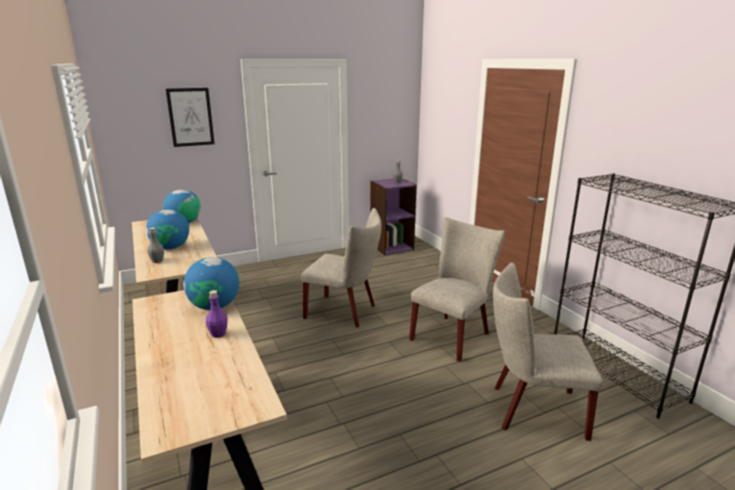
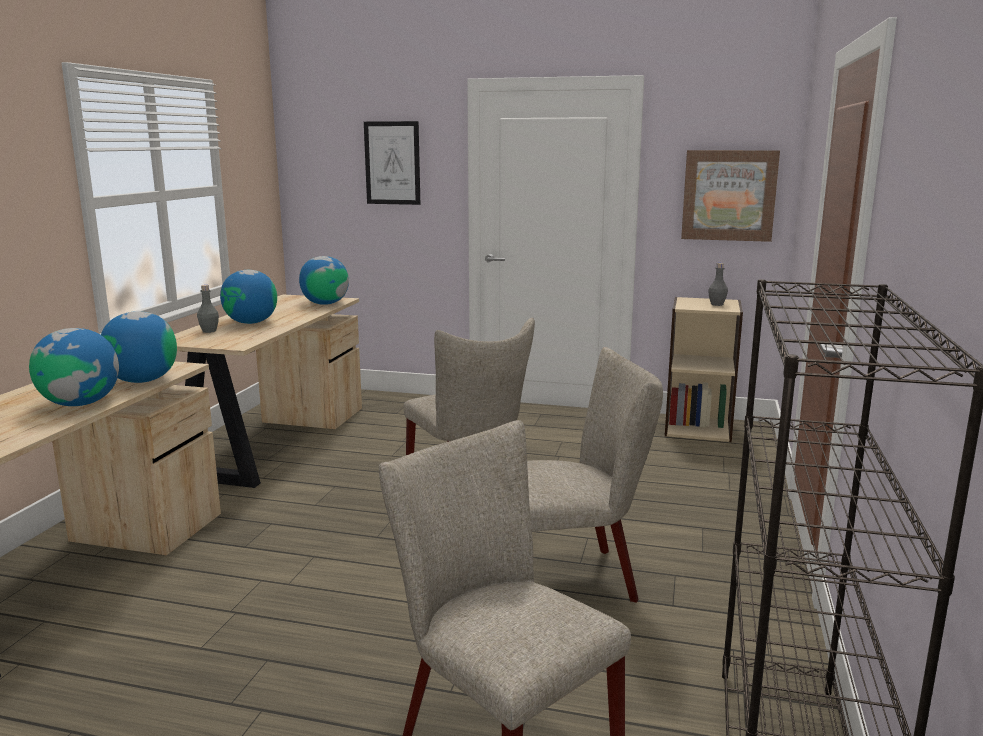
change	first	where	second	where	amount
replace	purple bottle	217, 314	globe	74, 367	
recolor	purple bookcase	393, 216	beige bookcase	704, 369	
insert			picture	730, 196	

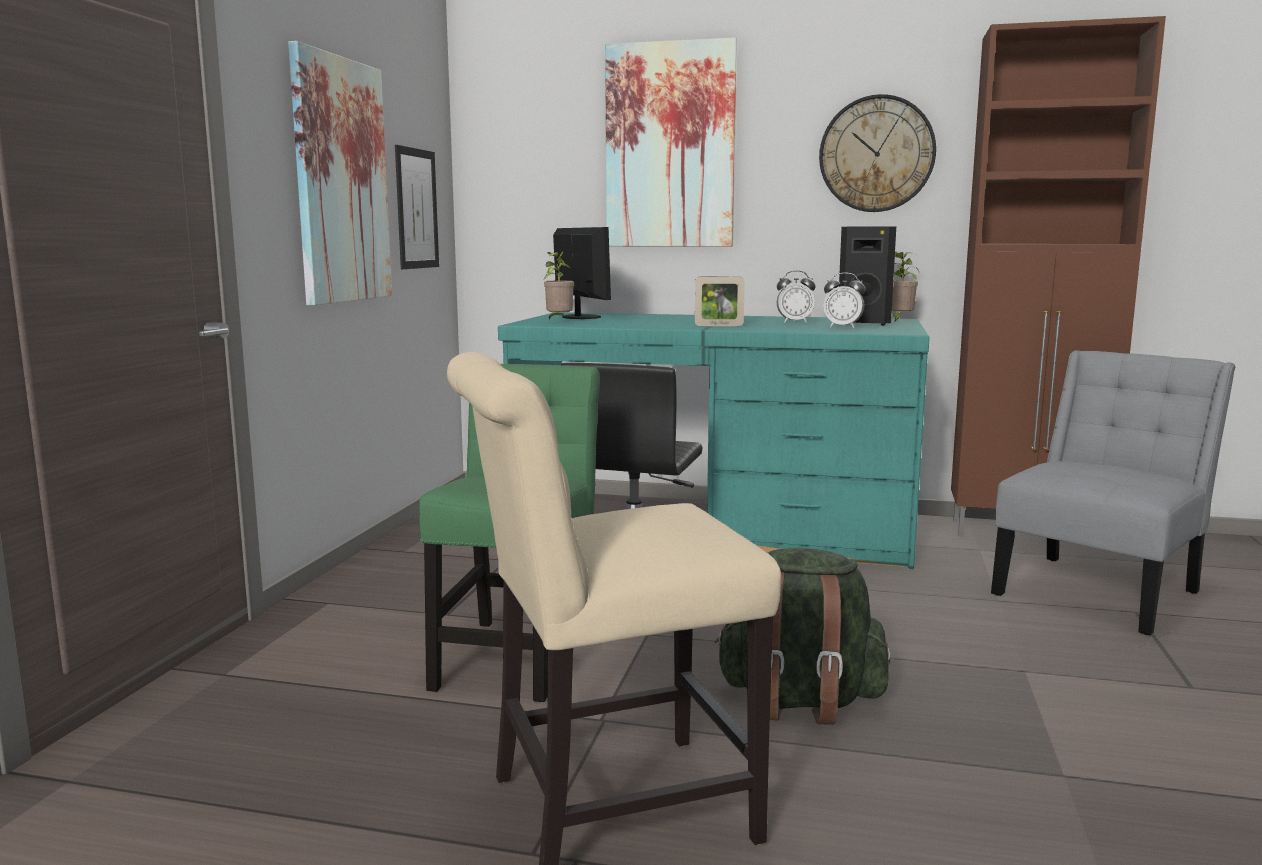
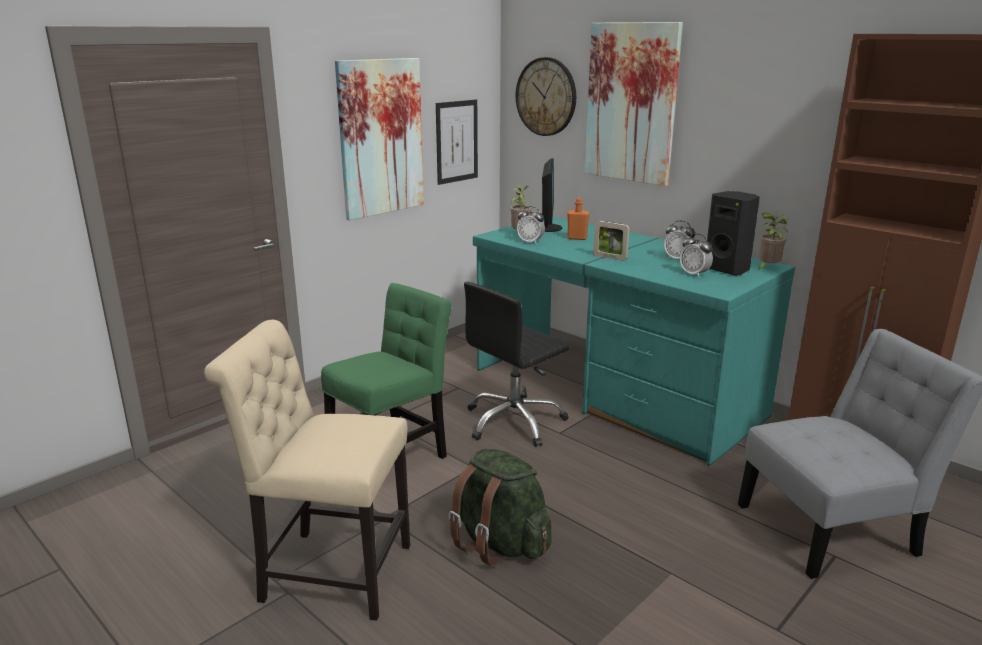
change	first	where	second	where	amount
move	wall clock	877, 153		546, 96	
insert			alarm clock	531, 225	
insert			orange bottle	578, 219	

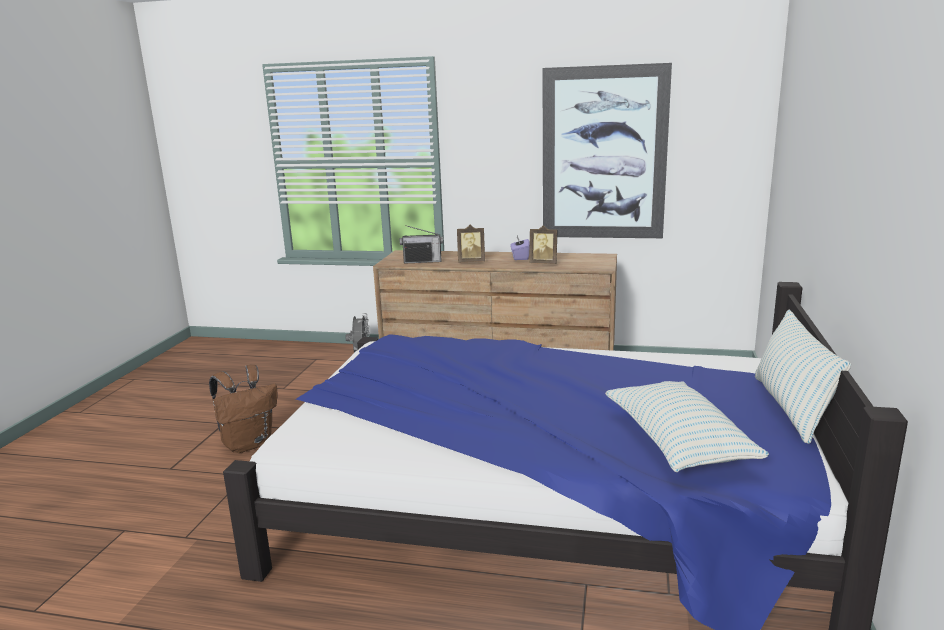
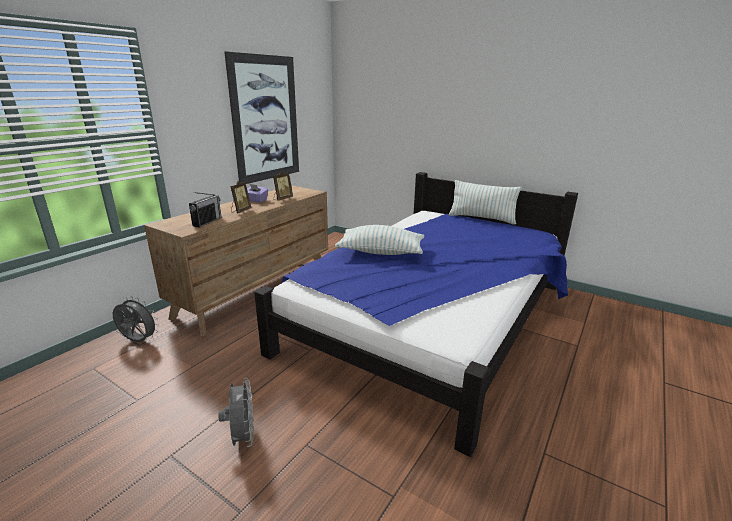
change	first	where	second	where	amount
replace	brown backpack	243, 409	grey fan	236, 412	
move	pillow	687, 426		379, 240	

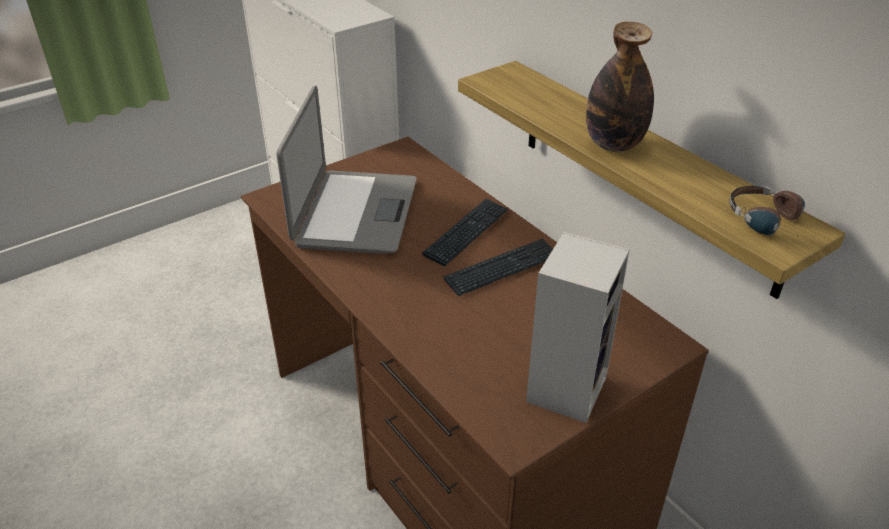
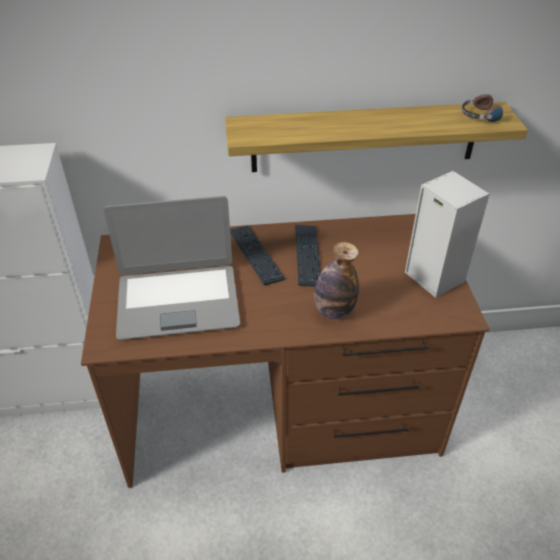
change	first	where	second	where	amount
rotate	laptop	346, 170		172, 268	135 degrees clockwise
move	bottle	620, 87		336, 280	

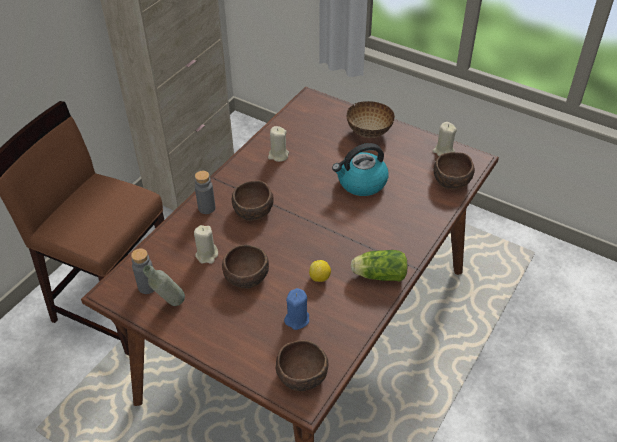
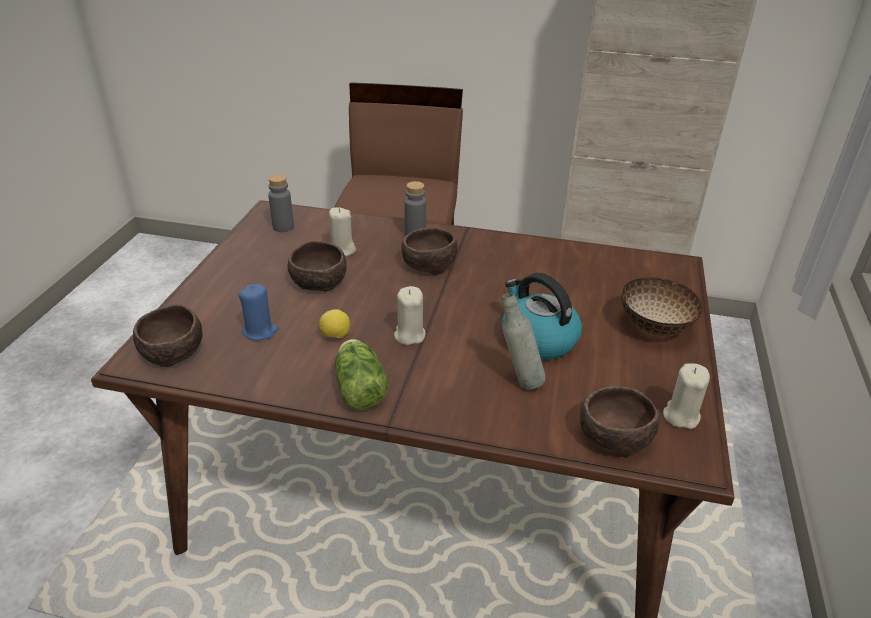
change	first	where	second	where	amount
move	grey bottle	164, 285		523, 341	
move	beige candle	278, 144		410, 315	

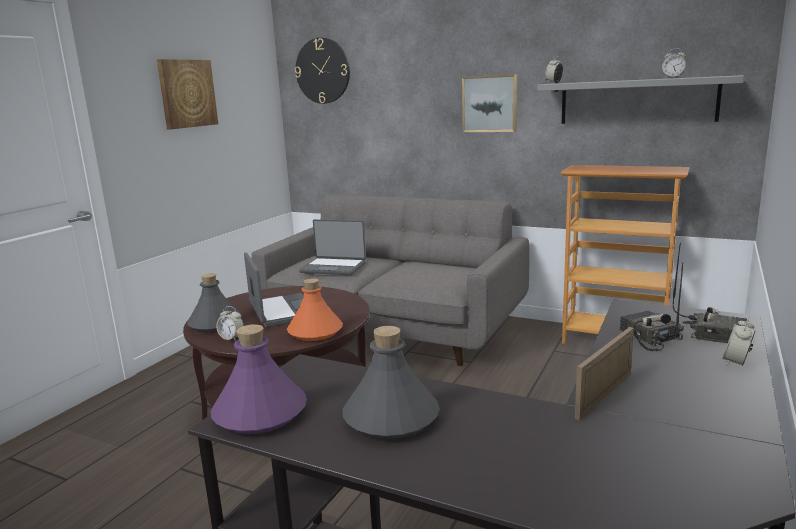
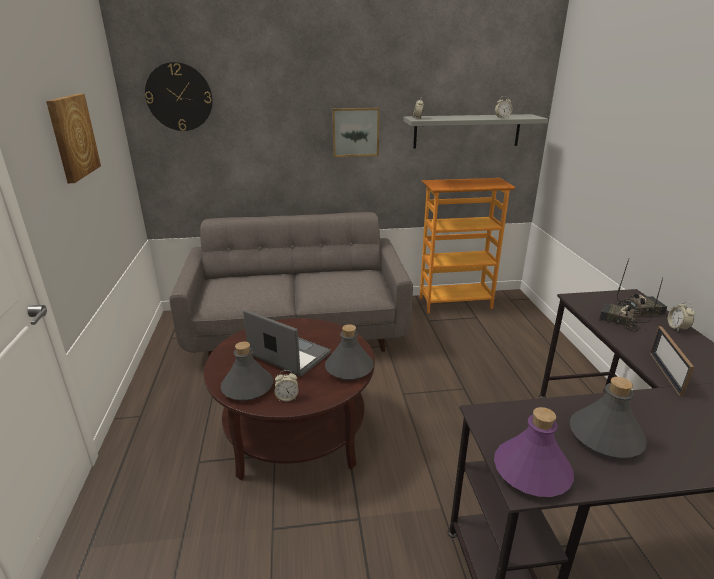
change	first	where	second	where	amount
recolor	orange bottle	315, 309	grey bottle	349, 352	
delete	laptop	332, 247			

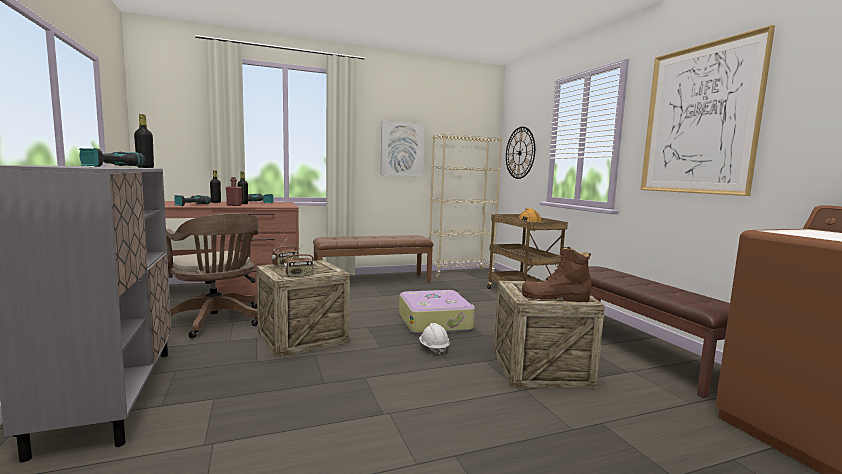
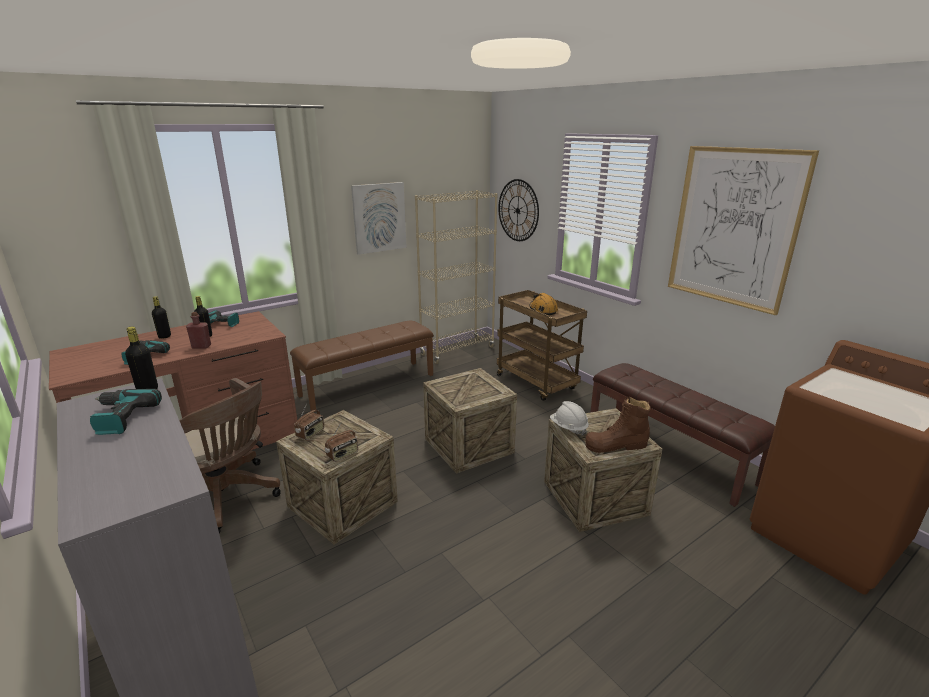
change	first	where	second	where	amount
replace	suitcase	437, 312	crate	470, 421	
move	white hard hat	434, 339		569, 418	

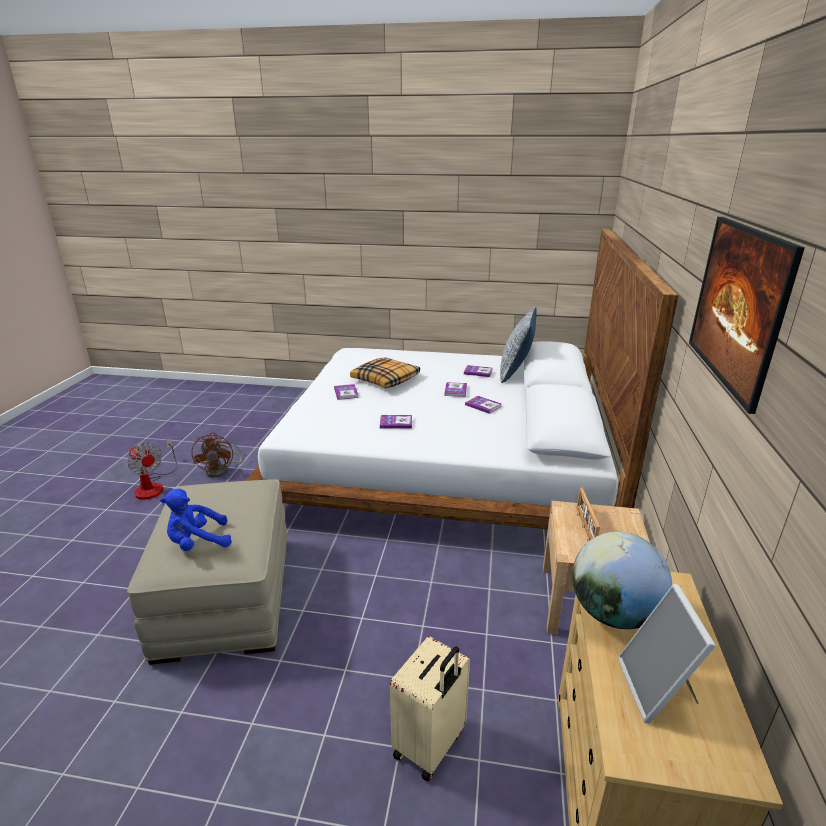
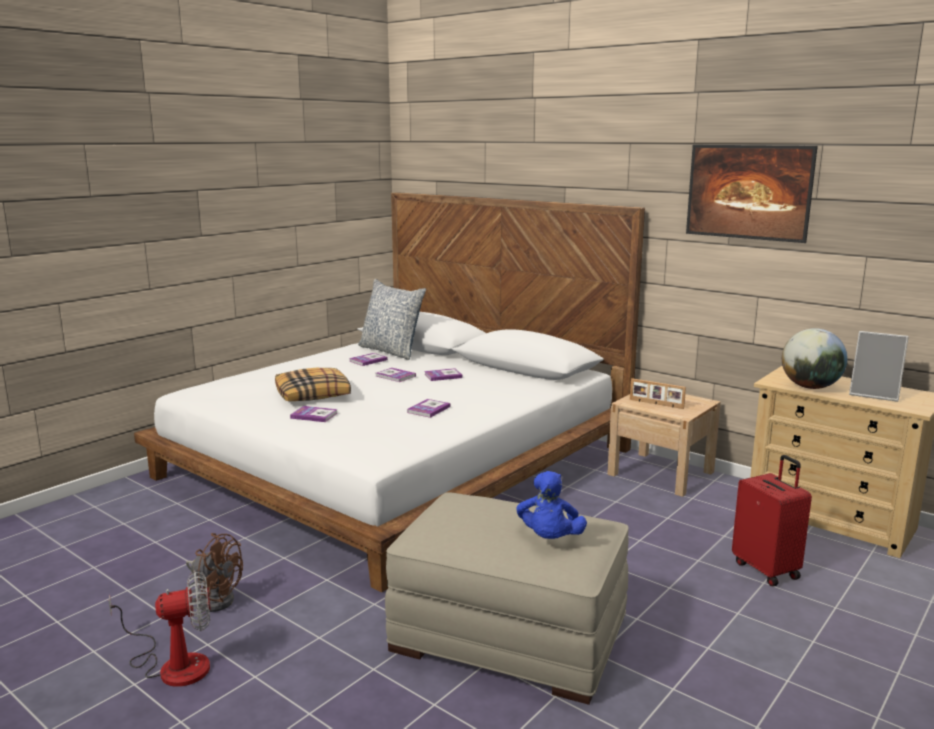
change	first	where	second	where	amount
recolor	beige suitcase	430, 708	red suitcase	772, 520	

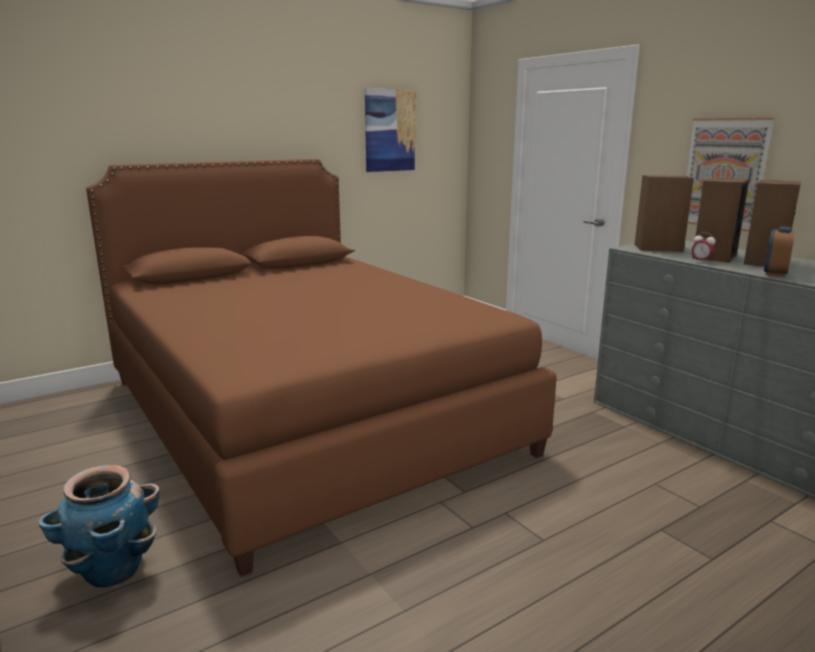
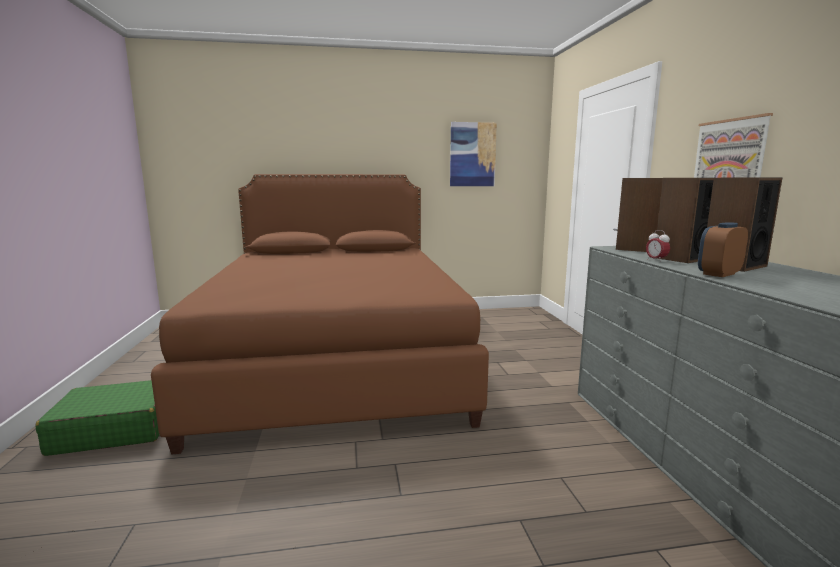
change	first	where	second	where	amount
replace	planter	99, 526	green suitcase	97, 418	

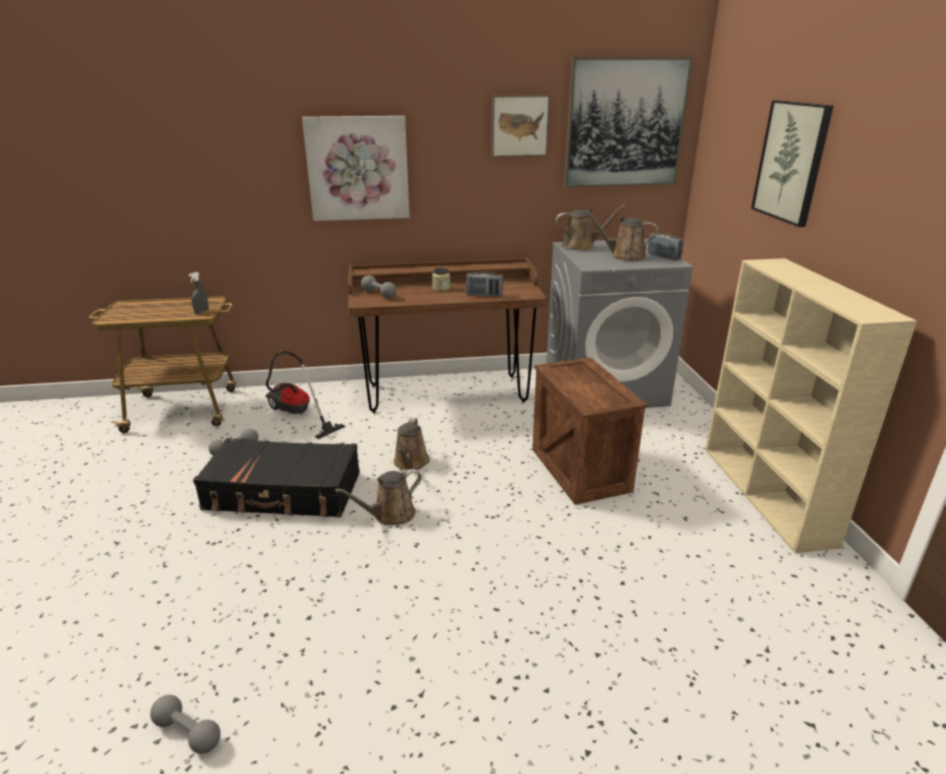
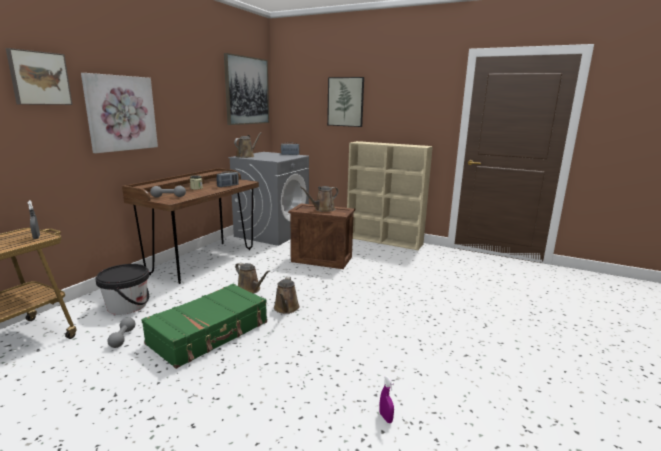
change	first	where	second	where	amount
replace	grey dumbbell	185, 724	purple spray bottle	386, 399	
recolor	black suitcase	276, 478	green suitcase	204, 326	
replace	vacuum cleaner	305, 395	black bucket	122, 289	
move	picture	520, 126		39, 76	
move	brown watering can	621, 235		319, 199	

